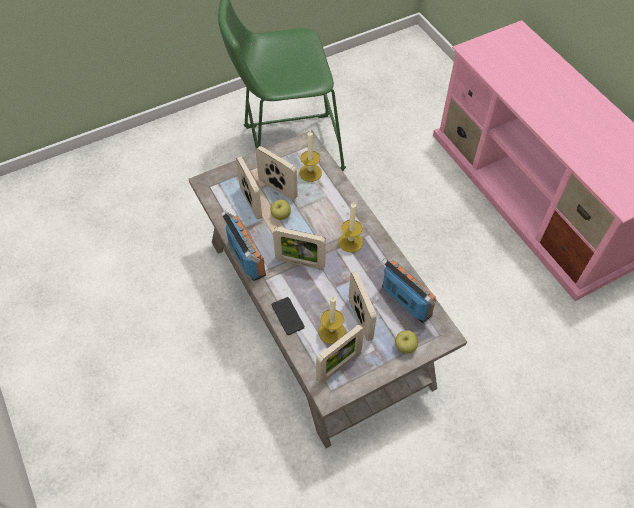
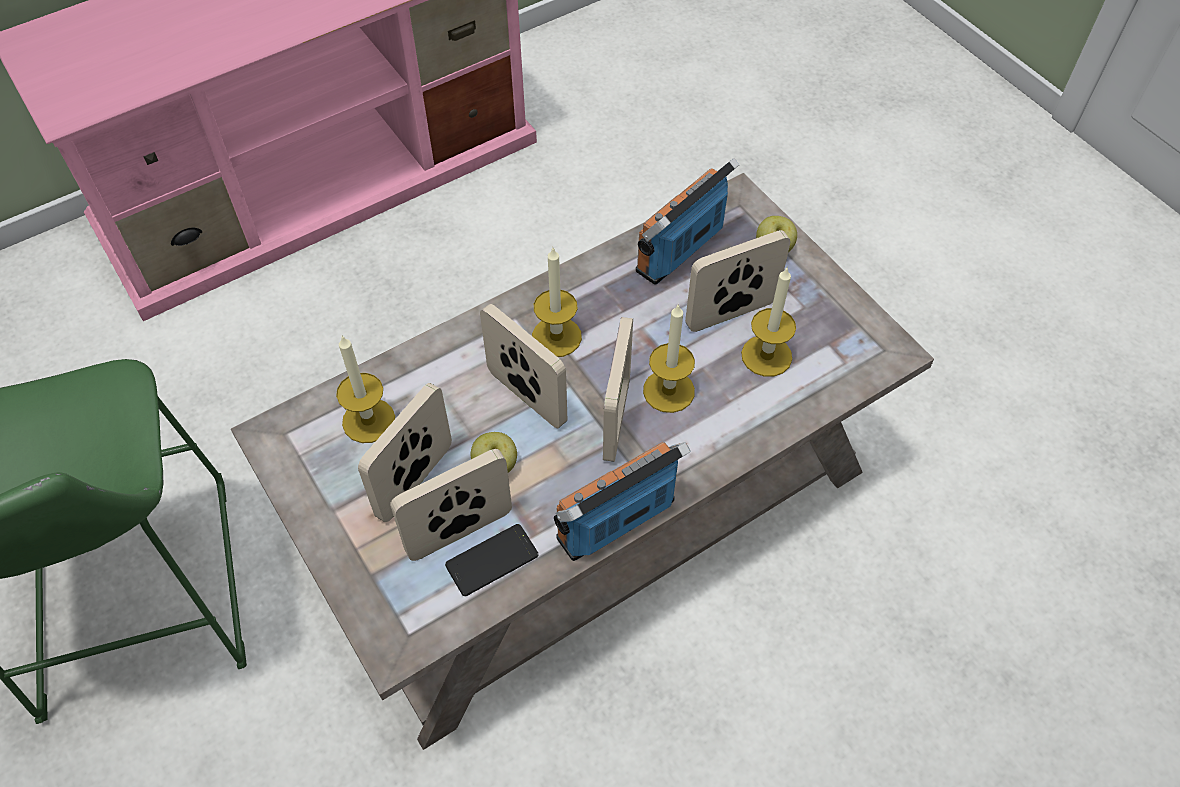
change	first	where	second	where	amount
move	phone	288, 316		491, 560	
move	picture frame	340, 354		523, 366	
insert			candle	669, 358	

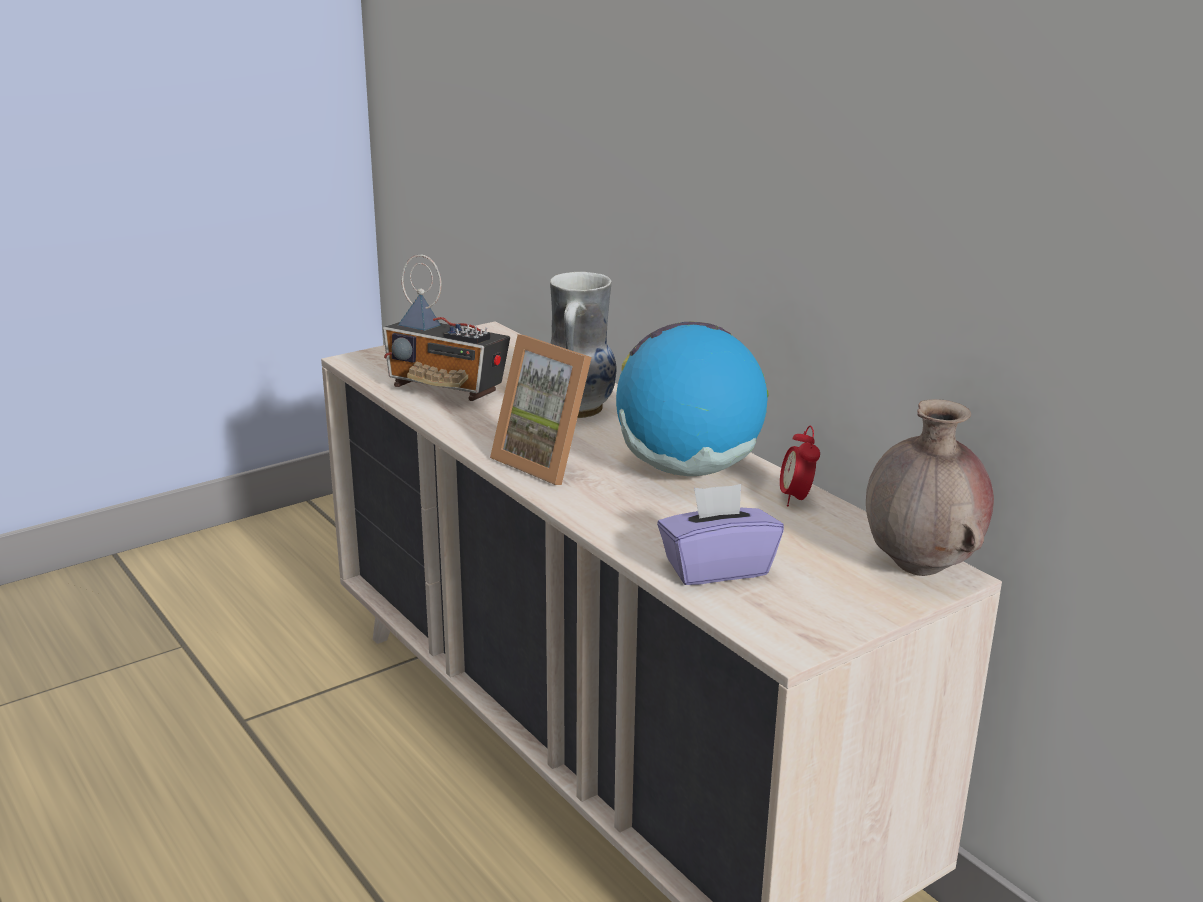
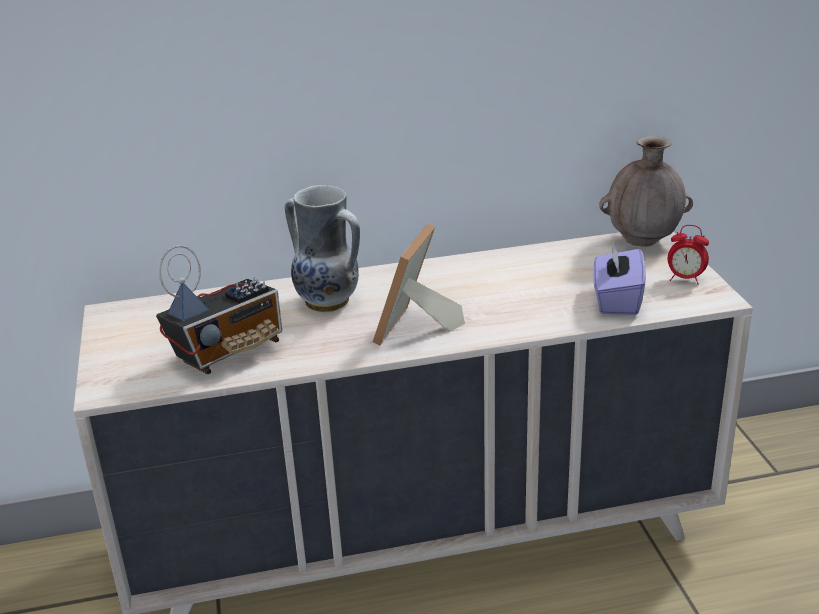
change	first	where	second	where	amount
rotate	picture frame	541, 409		419, 284	135 degrees clockwise
delete	globe	692, 398			
move	alarm clock	800, 466		688, 255	

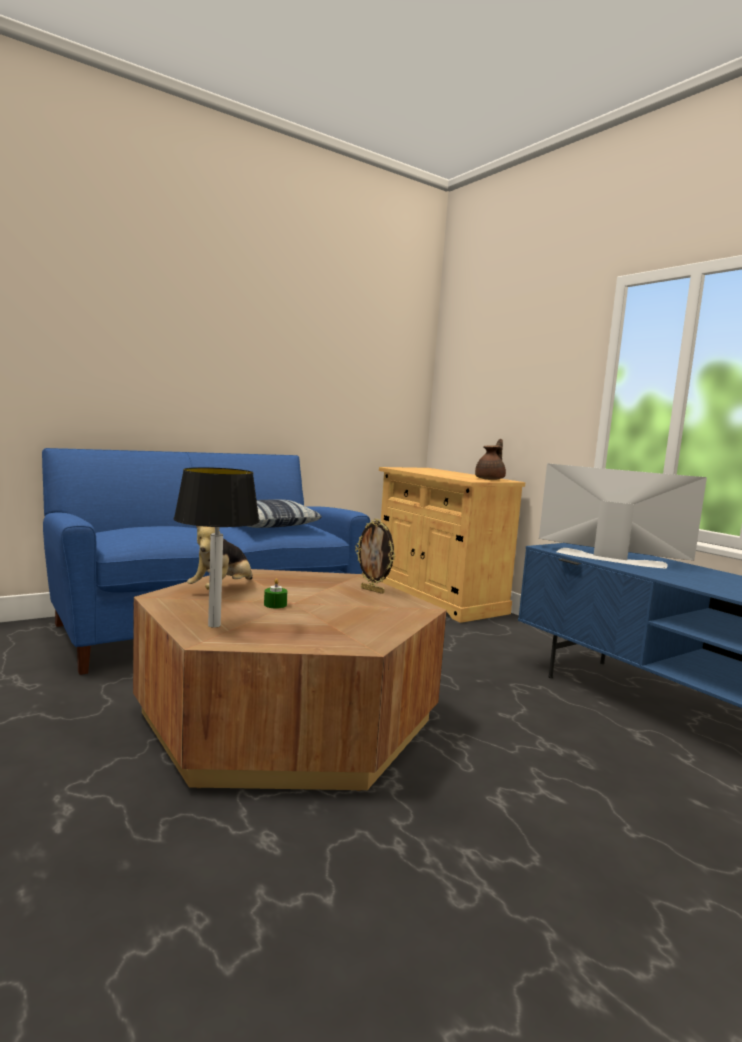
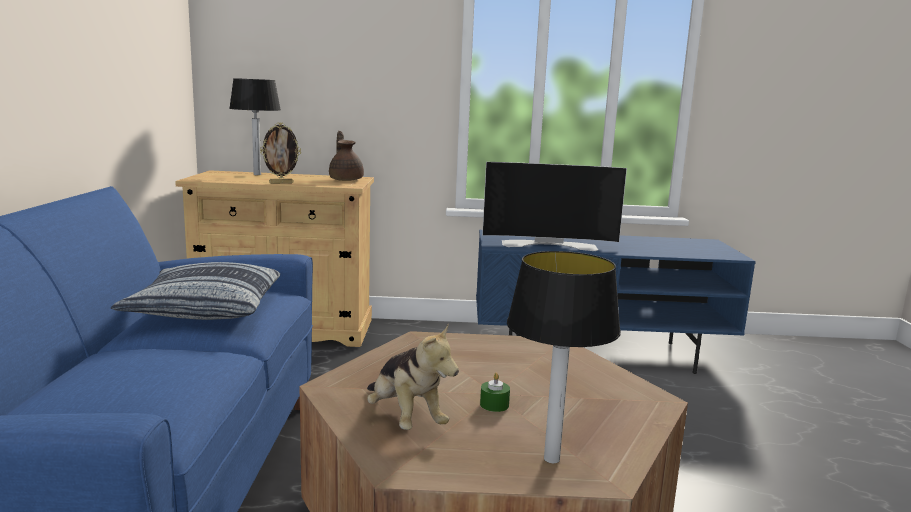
change	first	where	second	where	amount
move	picture frame	375, 556		280, 153	
rotate	television	623, 516		554, 206	150 degrees counterclockwise
insert			table lamp	255, 126	

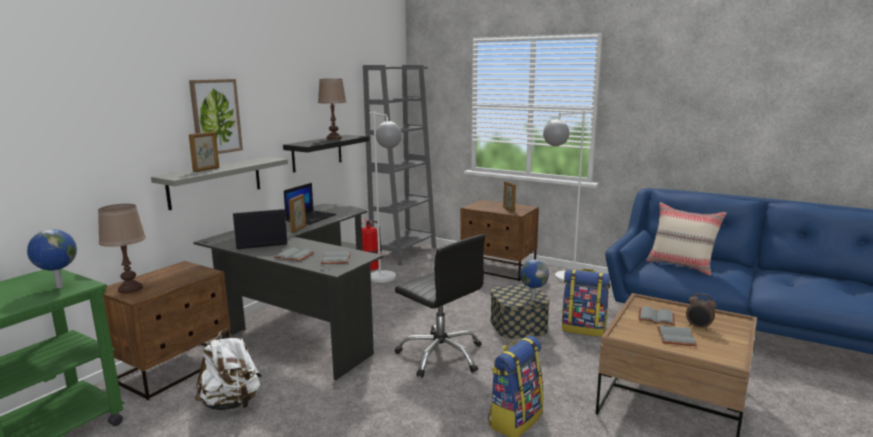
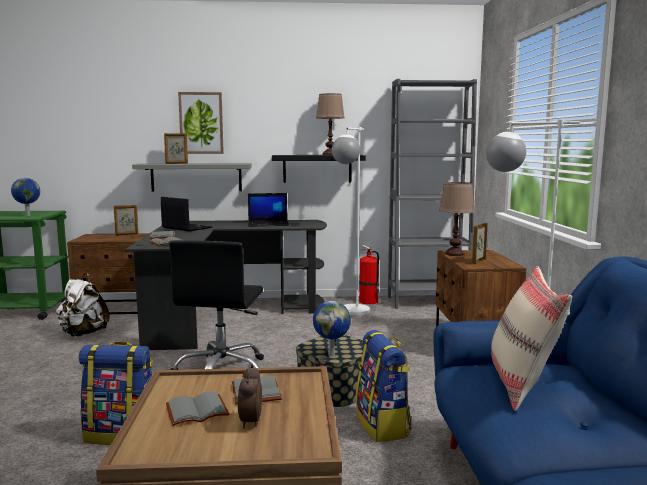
change	first	where	second	where	amount
move	brown table lamp	122, 248		457, 219	
move	picture frame	297, 213		126, 220	

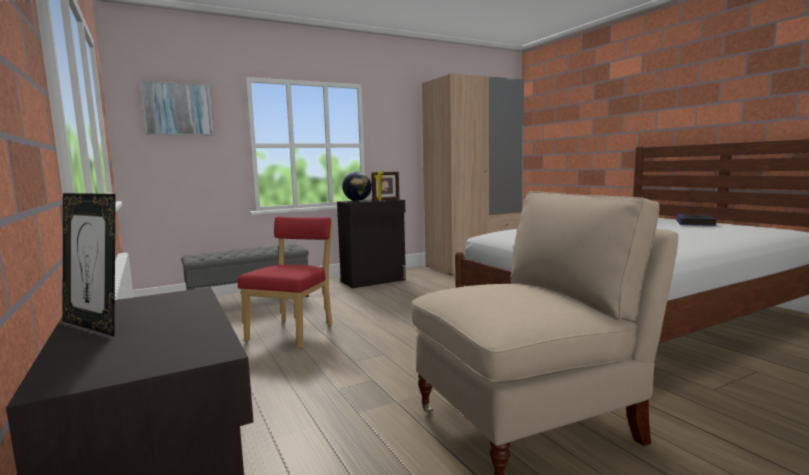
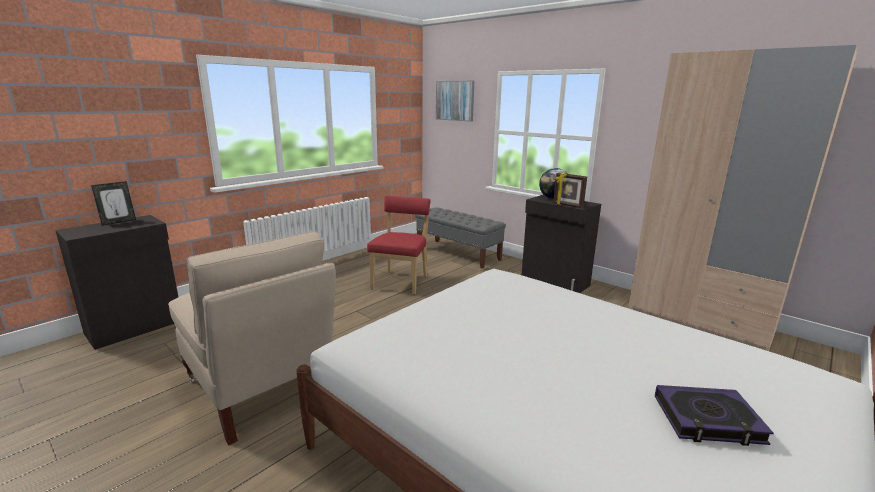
change	first	where	second	where	amount
rotate	picture frame	89, 264		113, 203	150 degrees counterclockwise
rotate	red chair	285, 282		399, 245	75 degrees counterclockwise

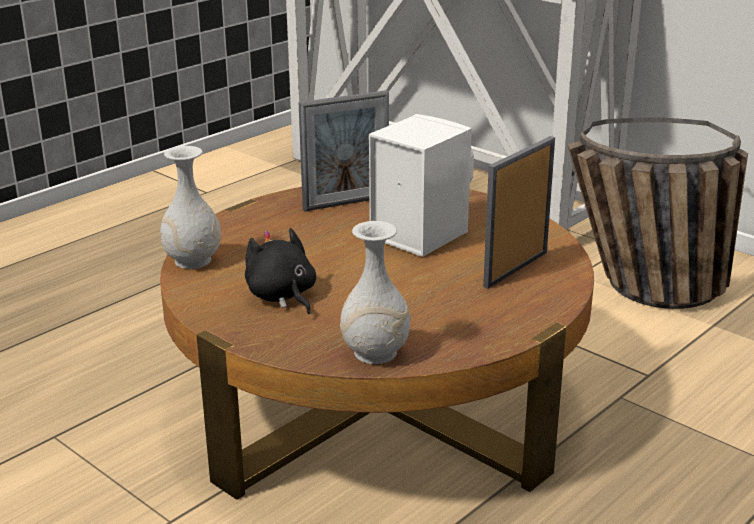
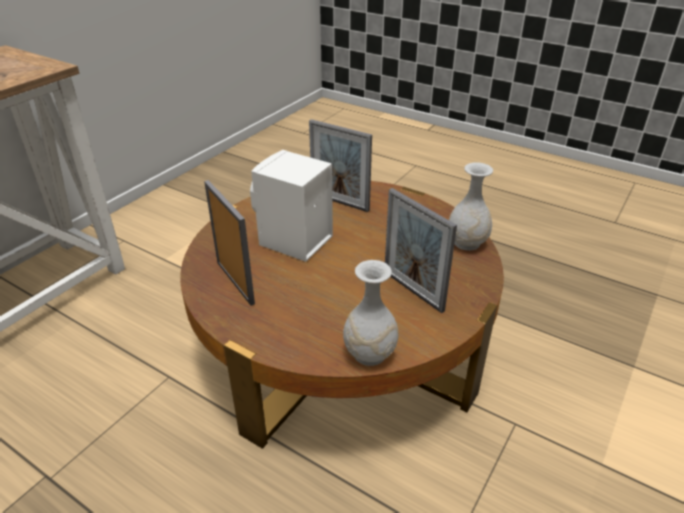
change	first	where	second	where	amount
replace	black plush toy	280, 271	picture frame	421, 250	
delete	basket	657, 213			

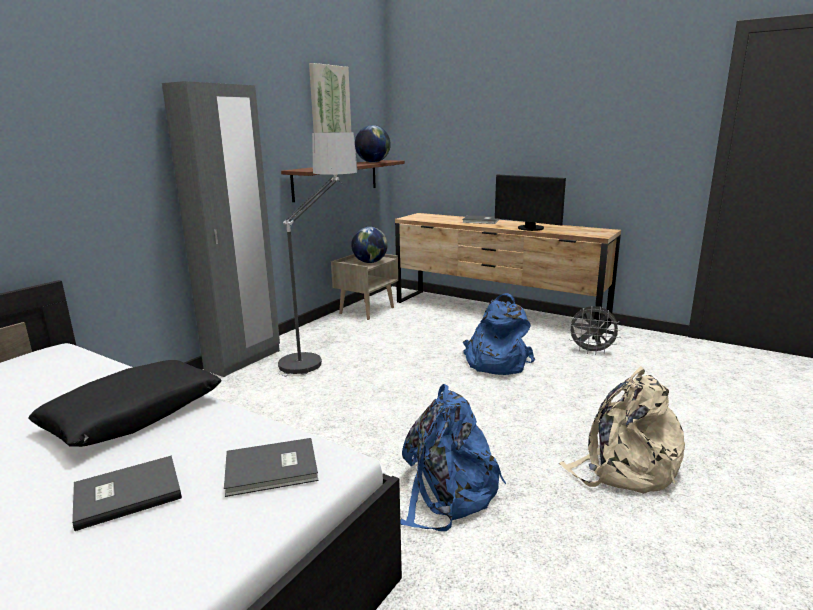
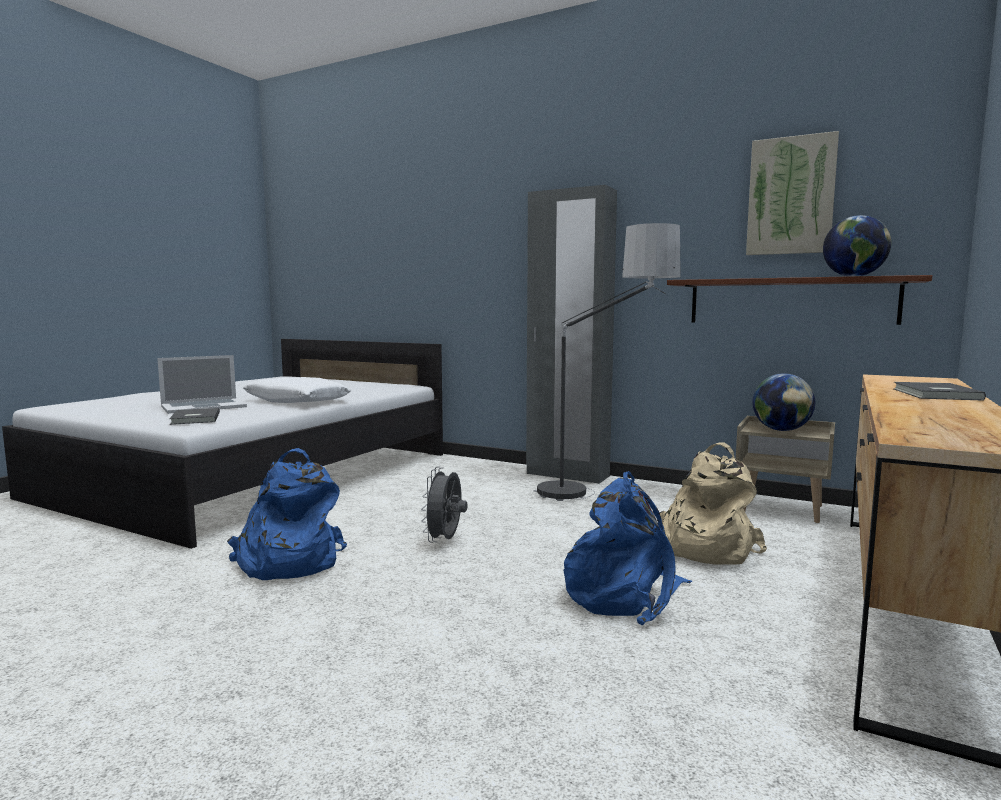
change	first	where	second	where	amount
recolor	black pillow	125, 403	white pillow	297, 390	
replace	grey book	127, 493	laptop	202, 384	
delete	monitor	530, 202			
move	beige backpack	622, 430		713, 504	
move	grey fan	594, 330		444, 505	

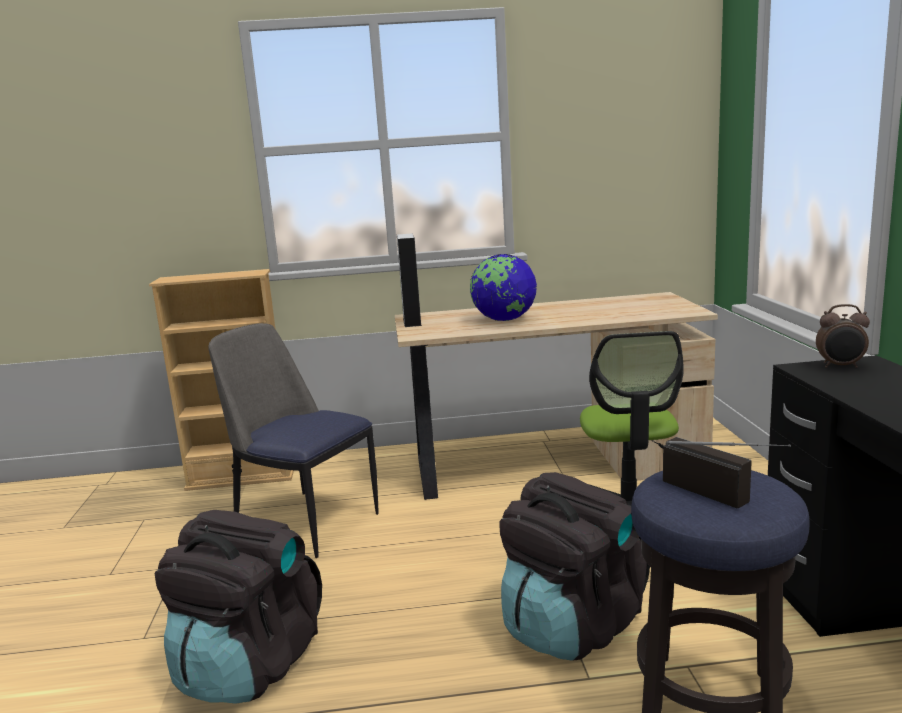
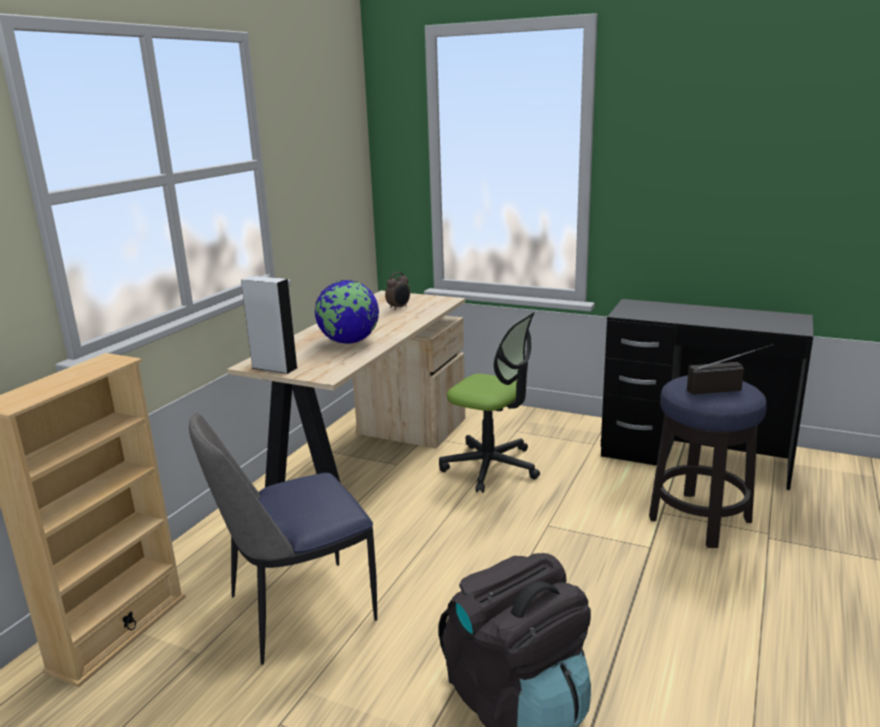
change	first	where	second	where	amount
delete	black backpack	574, 566			
move	alarm clock	843, 336		397, 291	

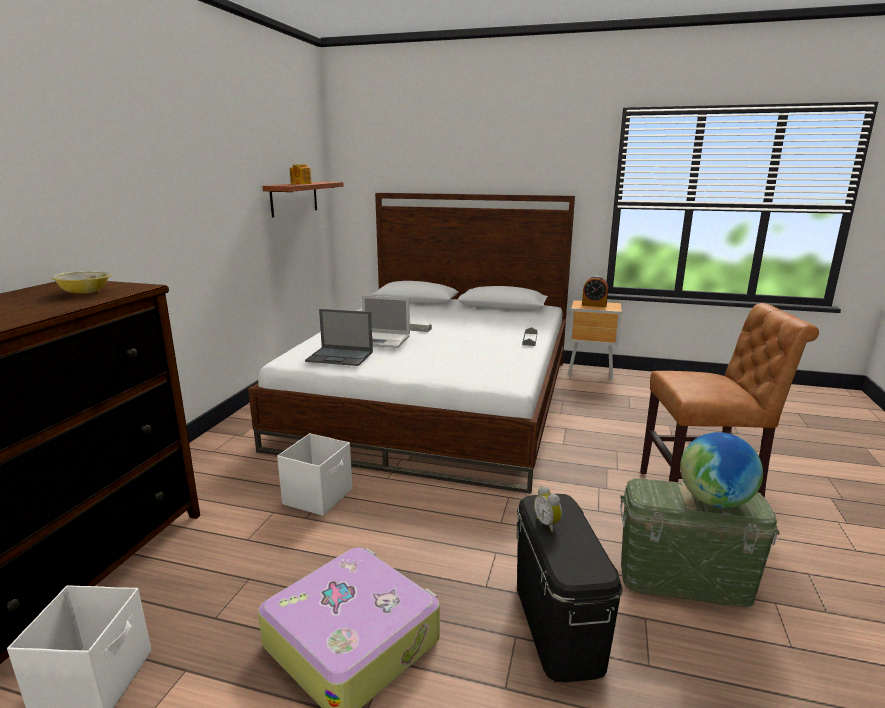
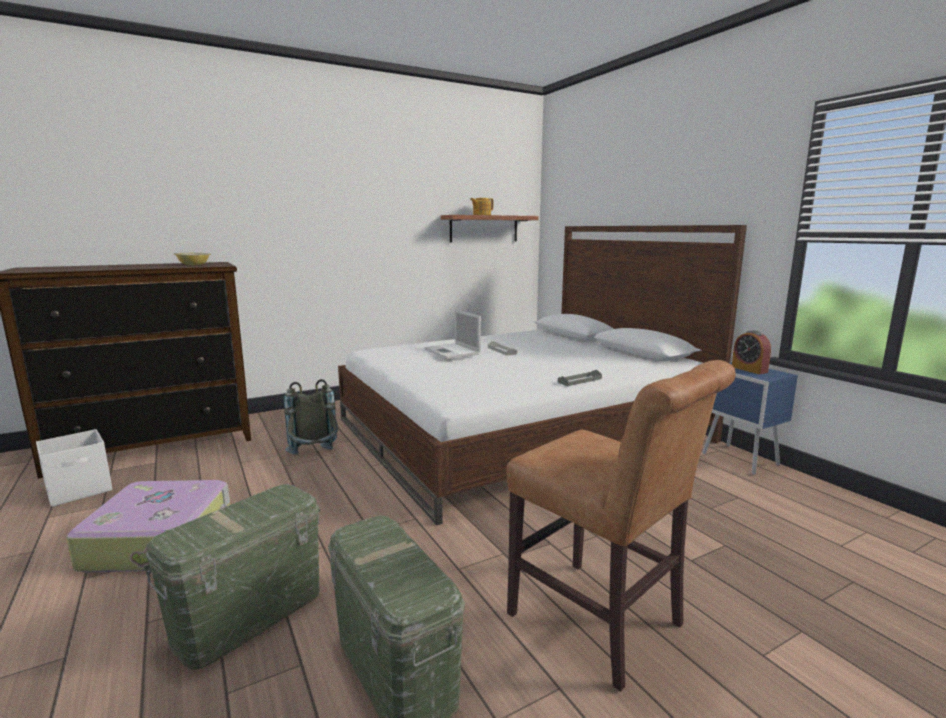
change	first	where	second	where	amount
replace	white storage box	314, 474	grey backpack	311, 417	
delete	laptop	339, 337			
recolor	black storage box	569, 588	green storage box	231, 577	
delete	alarm clock	548, 509			
recolor	brown nightstand	595, 339	blue nightstand	750, 418	
delete	globe	721, 470			

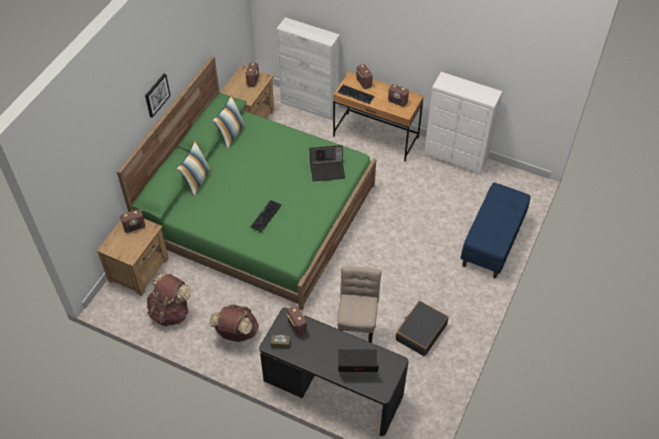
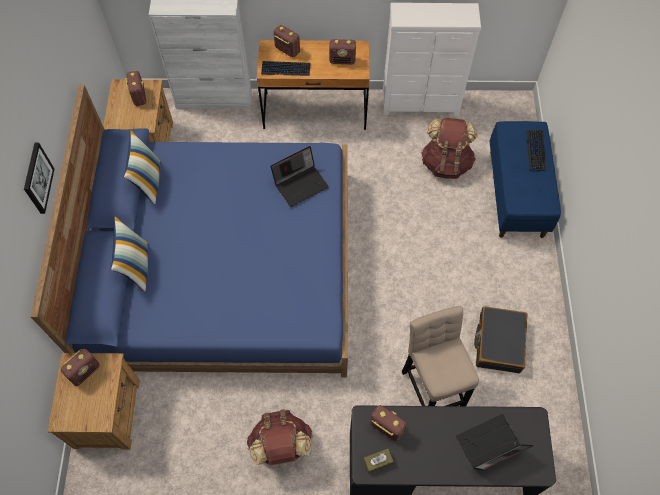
change	first	where	second	where	amount
recolor	green bed	246, 183	blue bed	189, 231	
move	brown backpack	169, 299		449, 148	
move	keyboard	266, 216		536, 150	

